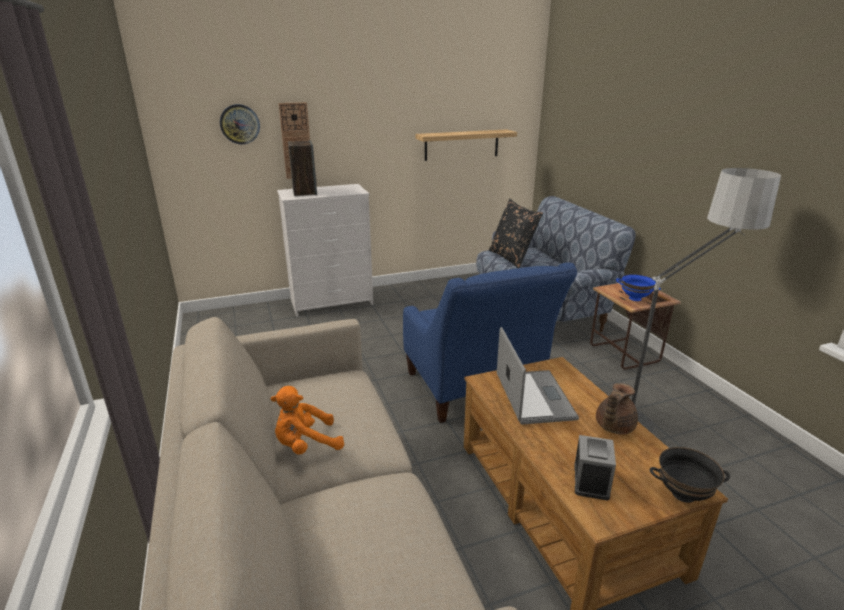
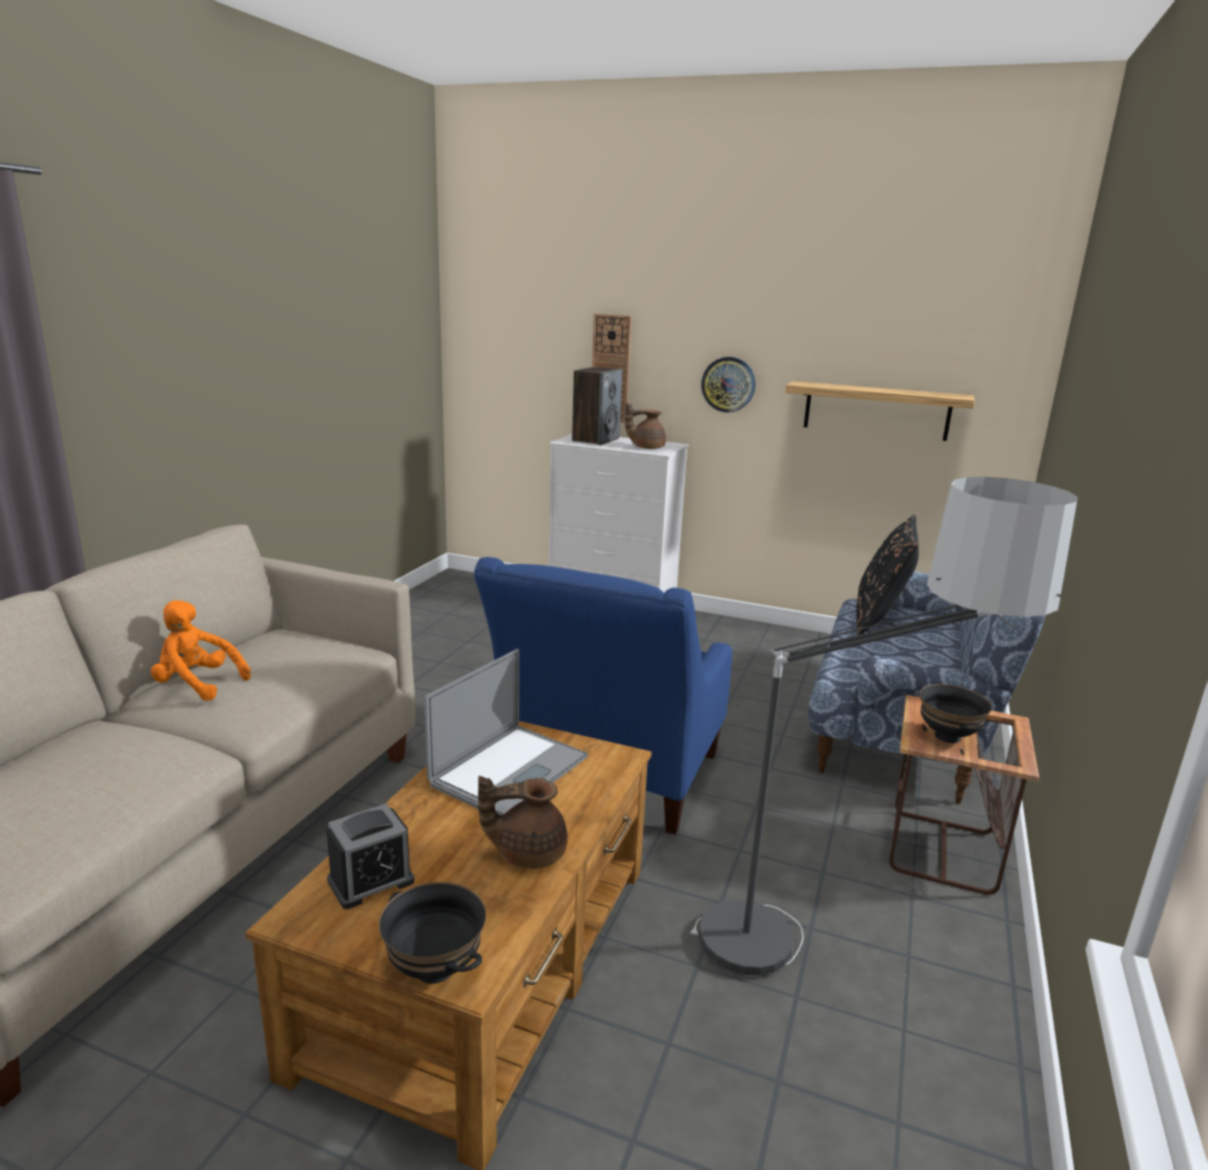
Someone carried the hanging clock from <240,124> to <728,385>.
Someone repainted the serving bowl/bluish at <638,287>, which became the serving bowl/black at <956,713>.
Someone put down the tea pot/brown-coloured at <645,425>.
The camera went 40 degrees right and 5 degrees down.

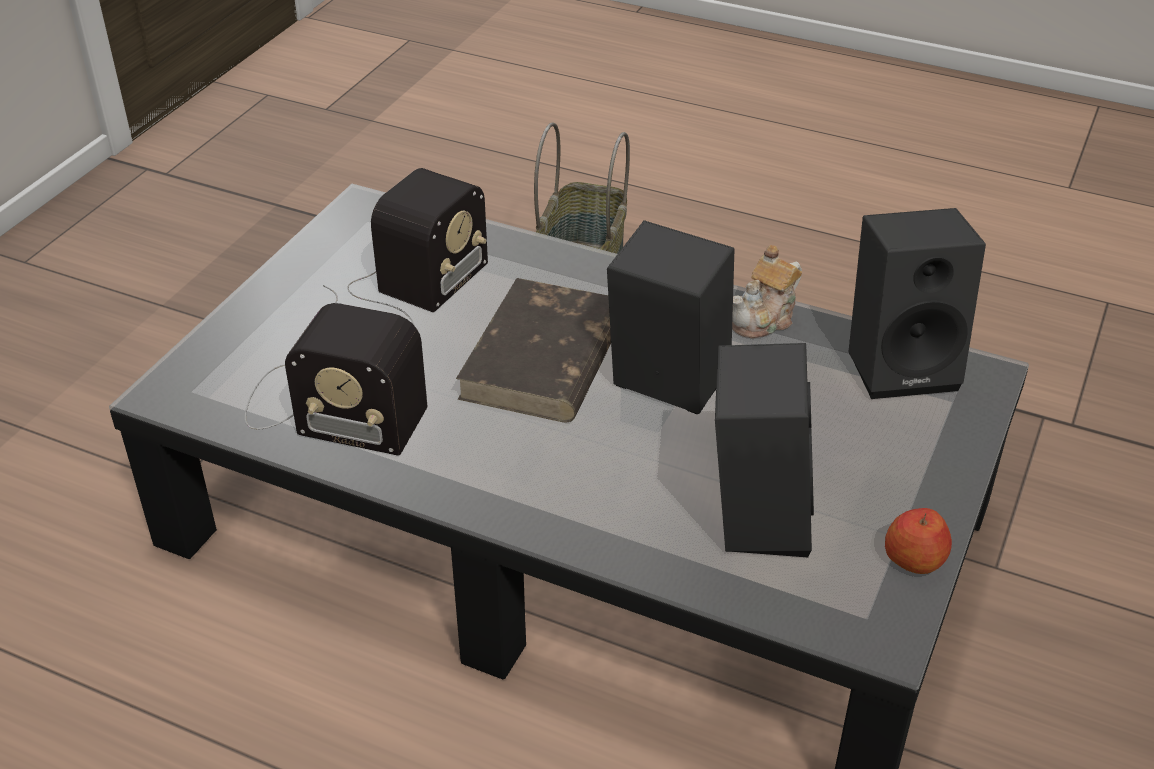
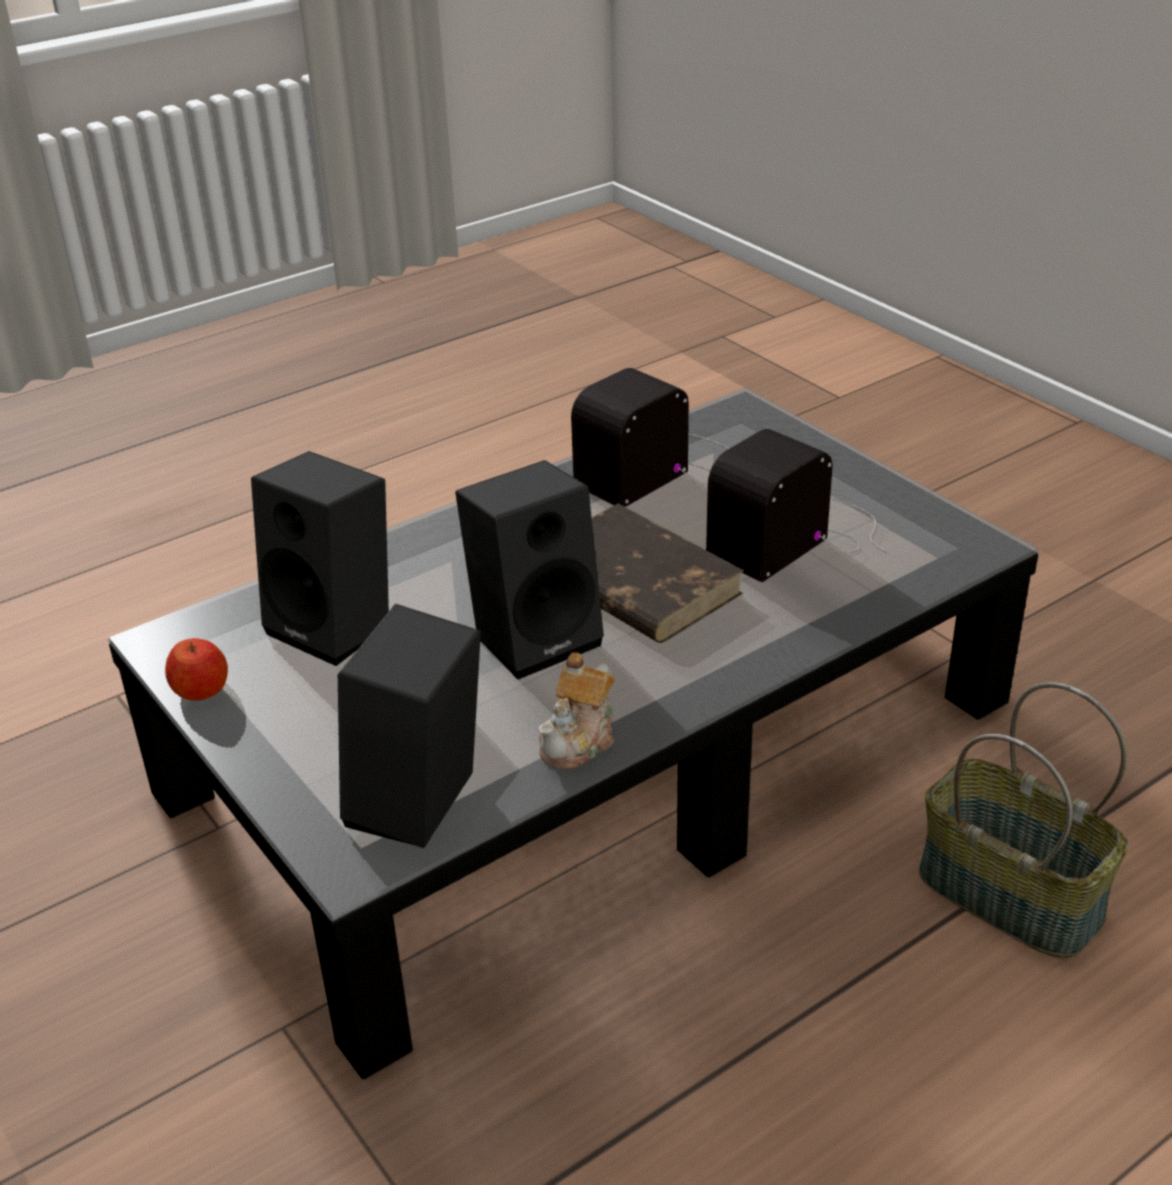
Someone rotated the radio at <405,247> by 75 degrees clockwise.
Someone rotated the tea pot at <767,292> by 135 degrees counterclockwise.
The camera went 120 degrees right and 5 degrees down.

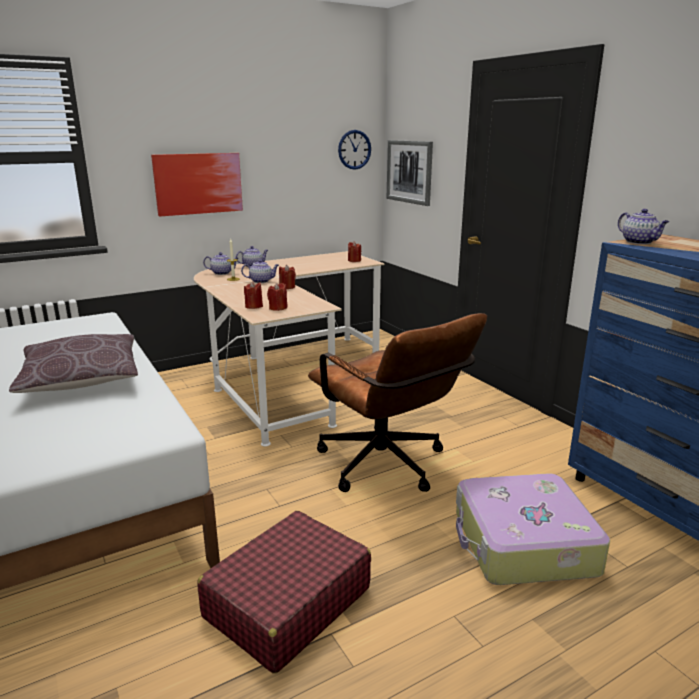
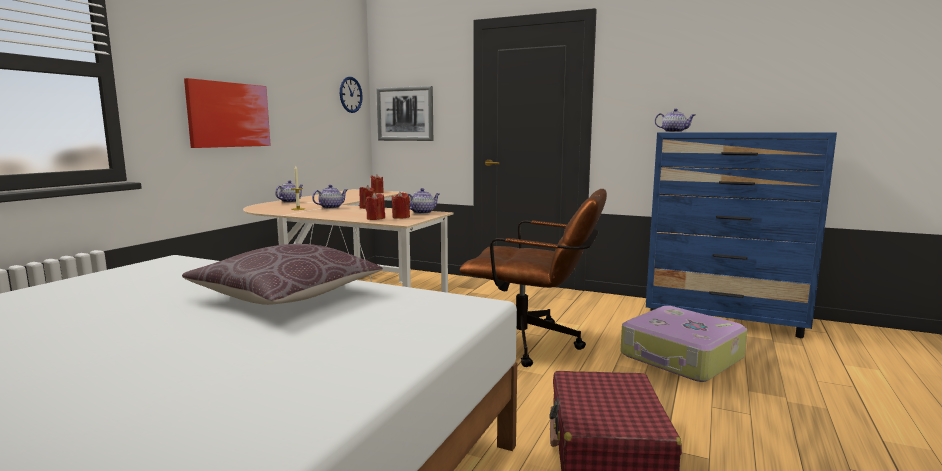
Someone carried the tea pot from <221,263> to <424,201>.
The camera went 35 degrees left and 10 degrees down.

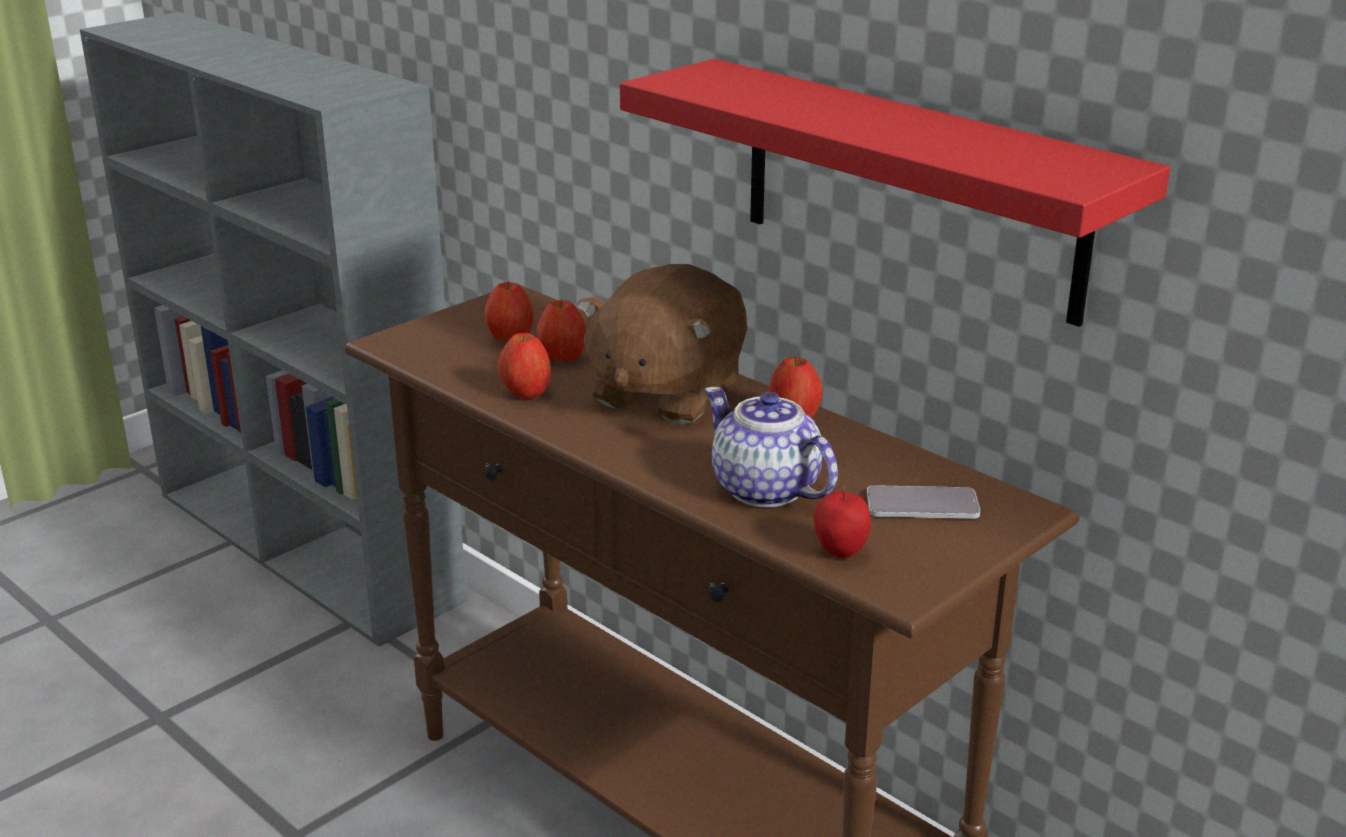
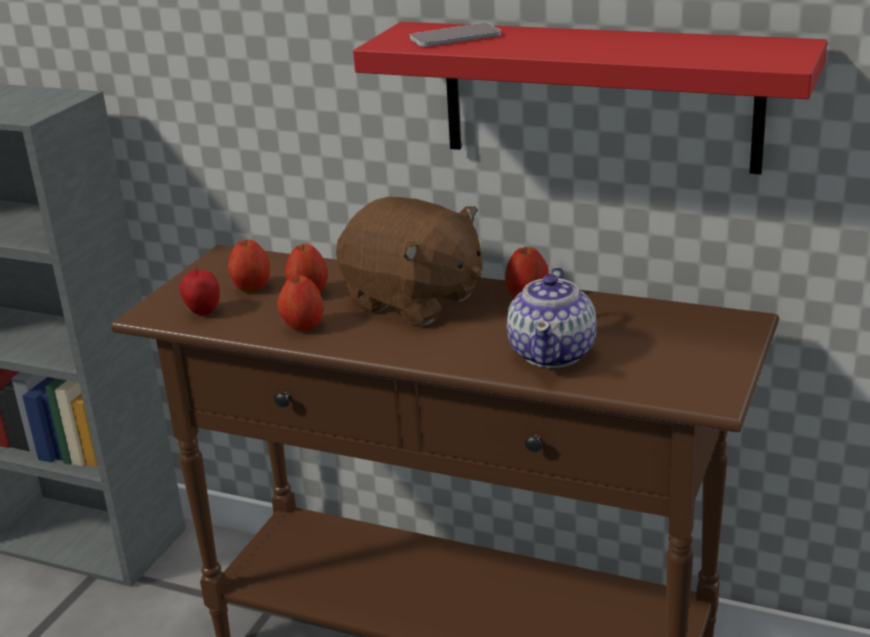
Someone rotated the soft toy/brown-coloured at <662,344> by 60 degrees counterclockwise.
Someone rotated the tea pot at <771,447> by 105 degrees counterclockwise.
Someone carried the apple from <842,521> to <199,289>.
Someone carried the phone from <923,502> to <455,35>.
The camera went 20 degrees left and 0 degrees up.

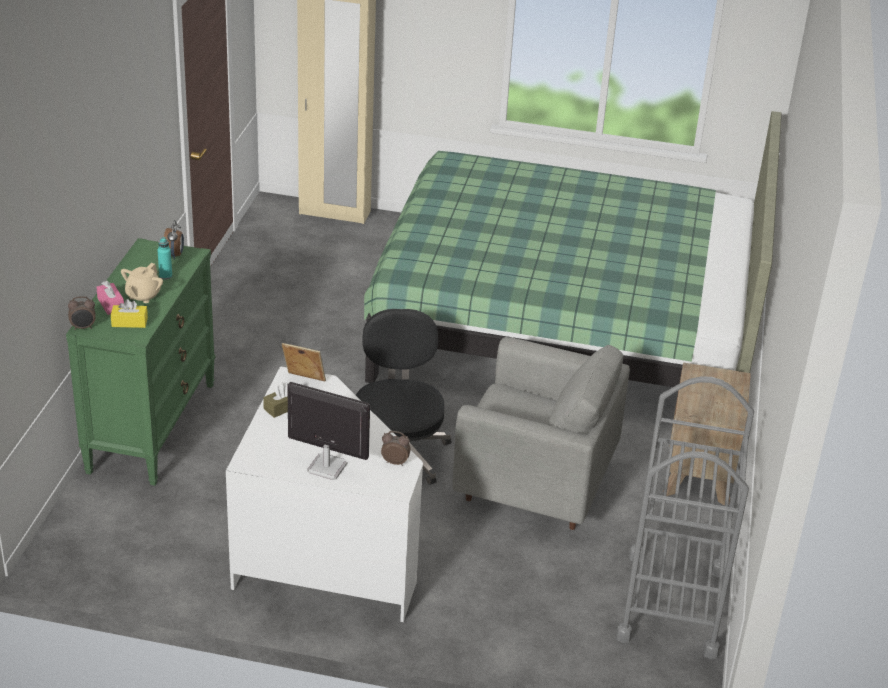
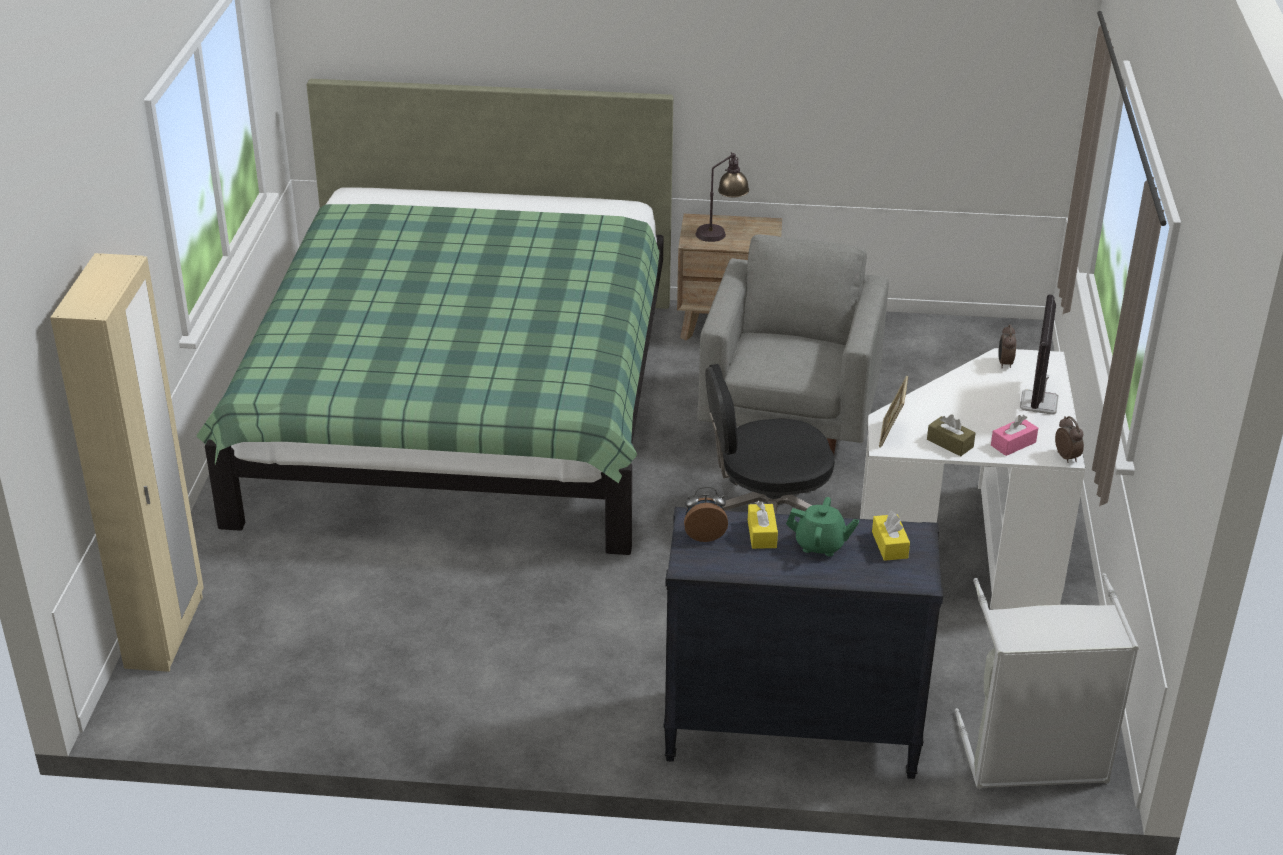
Someone repainted the chest of drawers/greenish at <140,362>, which became the chest of drawers/black at <803,643>.
Someone carried the alarm clock from <82,313> to <1069,439>.
Someone carried the box of tissues/pinkish from <110,298> to <1014,435>.
Someone repainted the tea pot/beige-coloured at <142,283>, which became the tea pot/greenish at <822,526>.
Someone swapped the beverage bottle/turquoise-coloured at <164,258> for the box of tissues/yellow-coloured at <763,525>.
Someone took away the cart/greyish at <685,517>.
Someone put down the tabletop lamp at <722,197>.
Someone put down the washing basket/greyish at <1047,681>.
The camera went 95 degrees left and 0 degrees up.

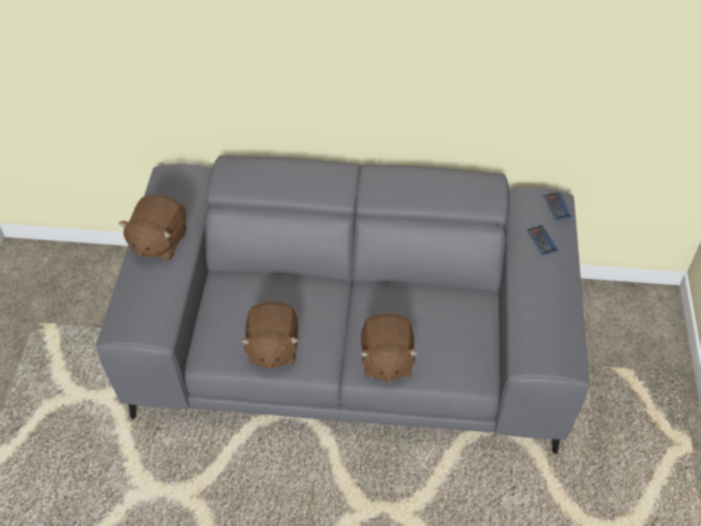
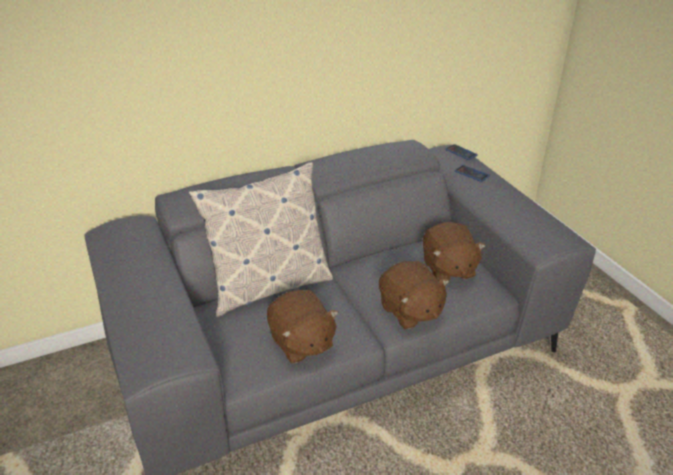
Someone carried the soft toy/brown-coloured from <153,227> to <454,251>.
Someone put down the pillow at <261,239>.
The camera went 30 degrees left and 15 degrees down.

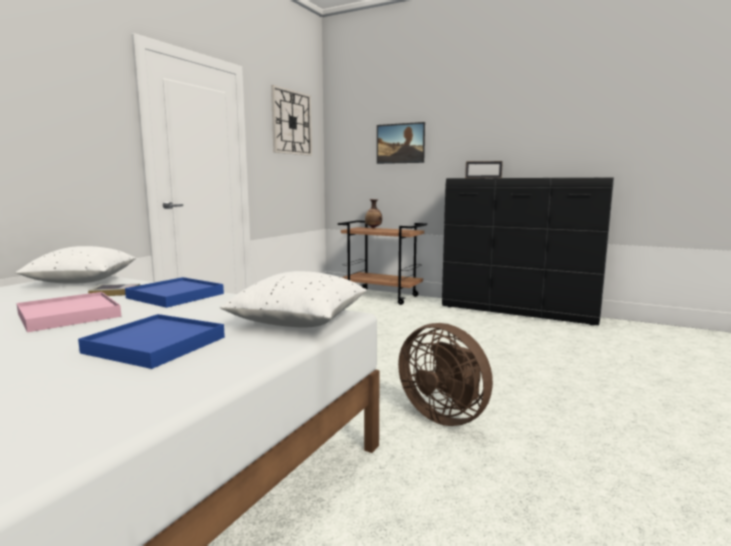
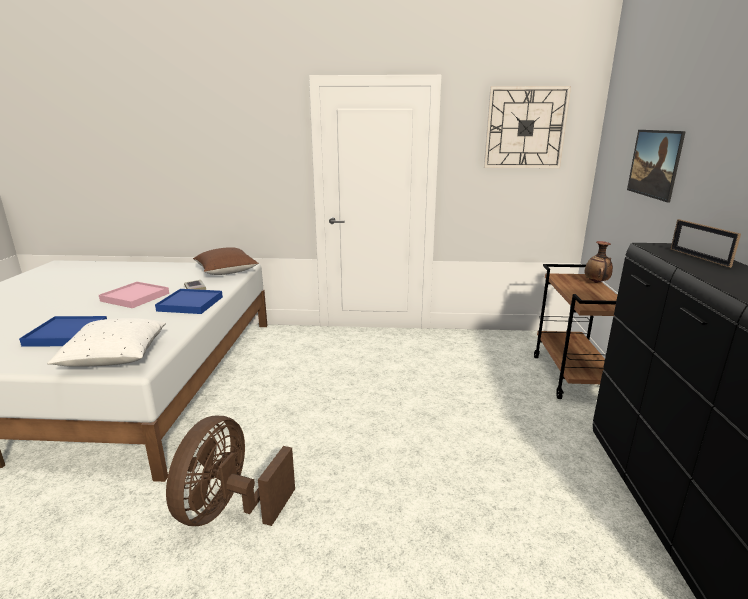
Someone repainted the pillow/white-coloured at <75,265>, which became the pillow/brown-coloured at <226,261>.
The camera went 65 degrees right and 10 degrees up.

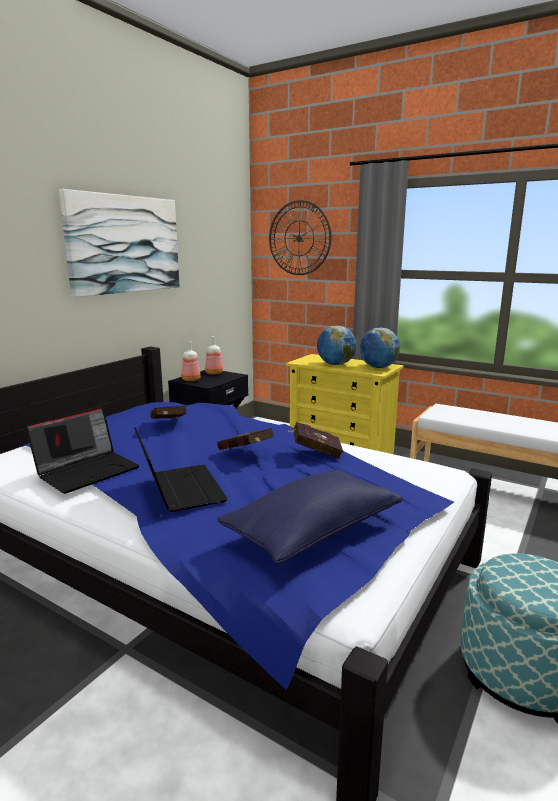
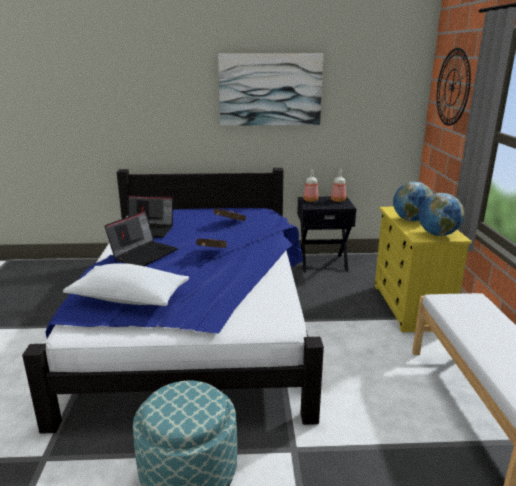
Someone repainted the pillow/bluish at <309,517>, which became the pillow/white-coloured at <126,284>.
Someone took away the book/reddish at <315,440>.
The camera went 55 degrees right and 5 degrees up.

